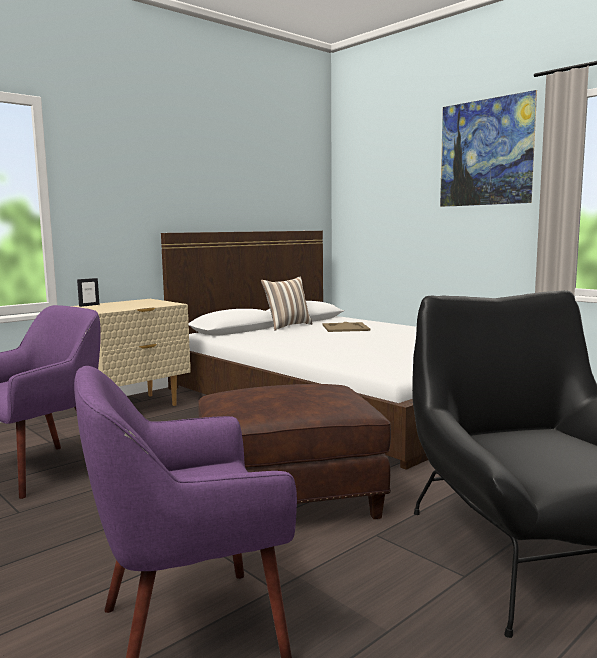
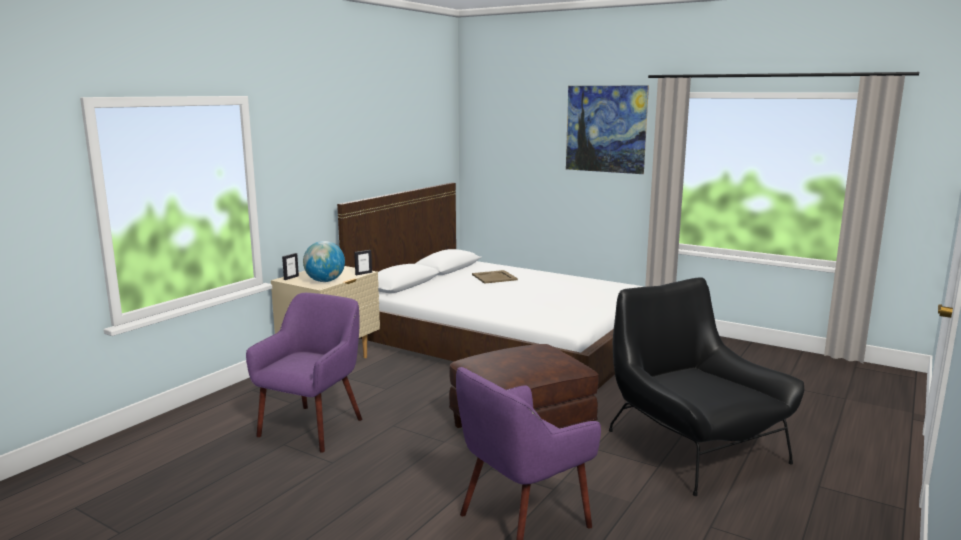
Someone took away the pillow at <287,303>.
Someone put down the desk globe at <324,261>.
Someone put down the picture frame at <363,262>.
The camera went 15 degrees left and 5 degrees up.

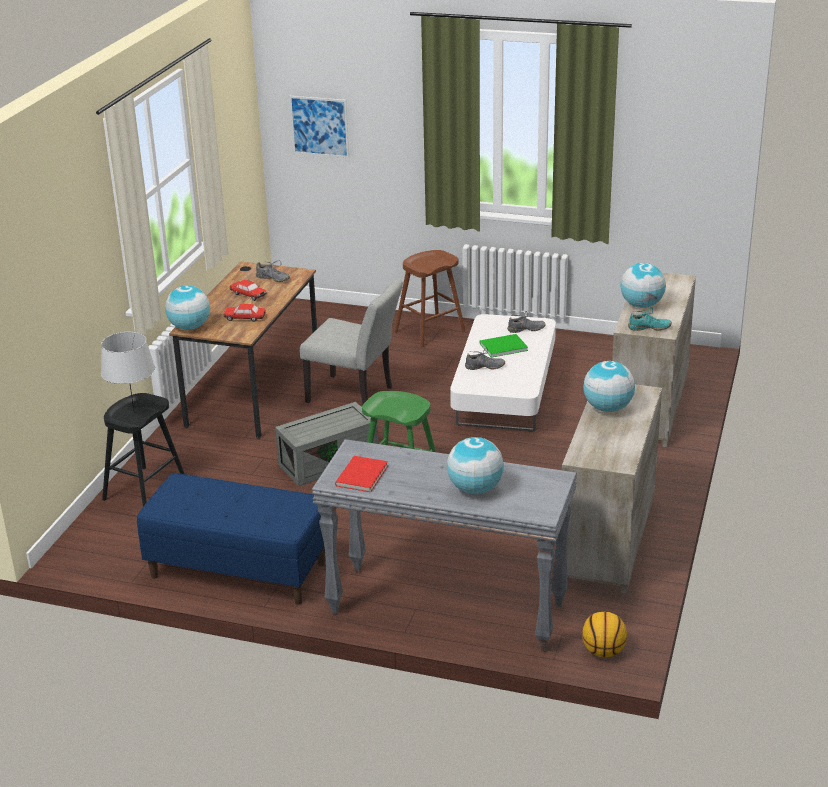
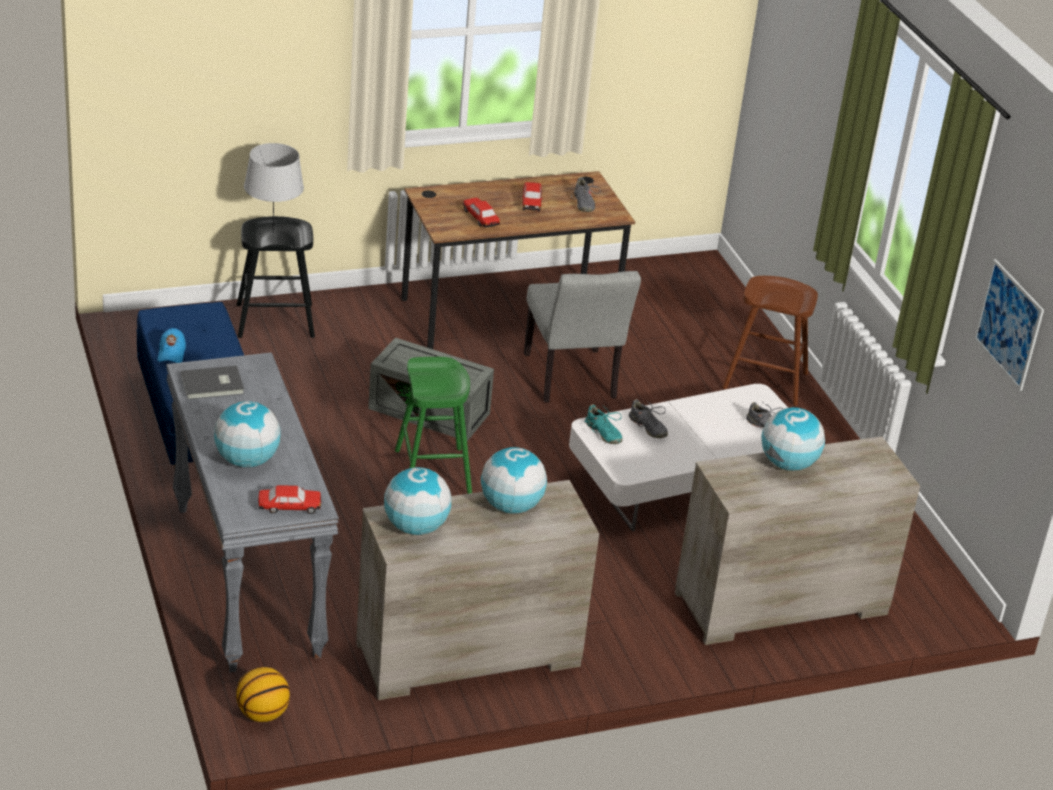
Someone carried the desk globe from <187,307> to <417,501>.
Someone carried the wall art from <319,127> to <1009,325>.
Someone repainted the book/reddish at <361,474>, which became the book/greyish at <212,382>.
Someone took away the book/greenish at <503,346>.
Someone carried the low shoe/turquoise-coloured from <650,319> to <603,424>.
Someone put down the cap/bluish at <171,345>.
Someone put down the toy car at <290,499>.
The camera went 50 degrees right and 5 degrees up.

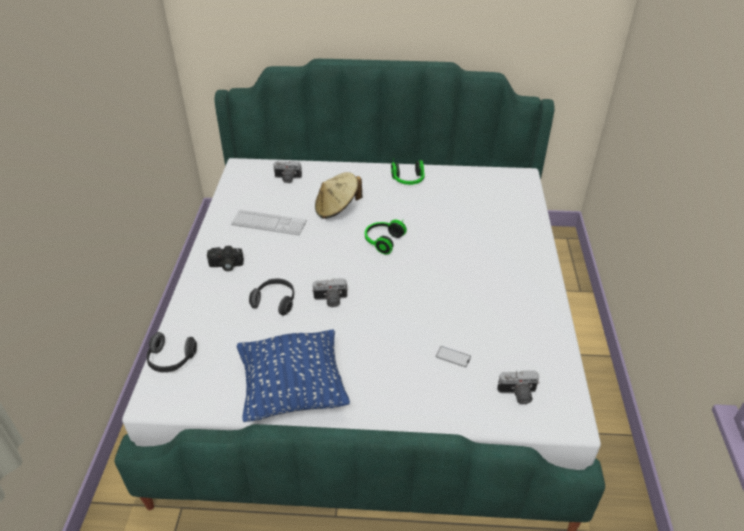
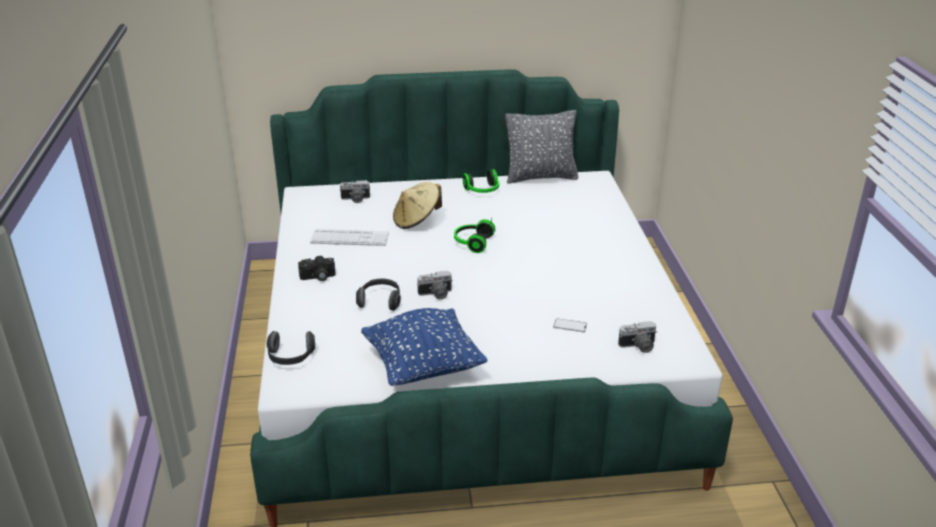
Someone put down the pillow/greyish at <541,147>.
The camera went 10 degrees left and 10 degrees down.

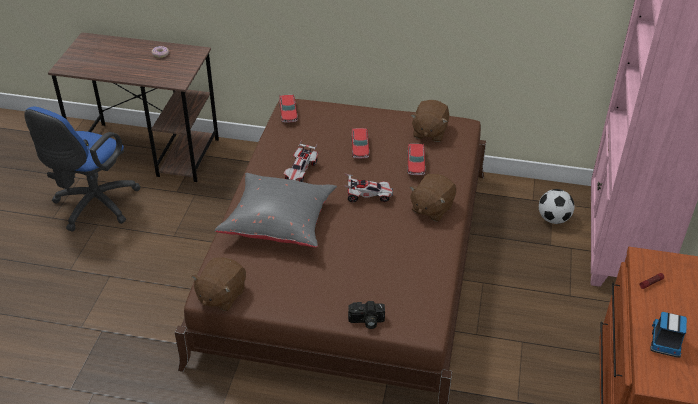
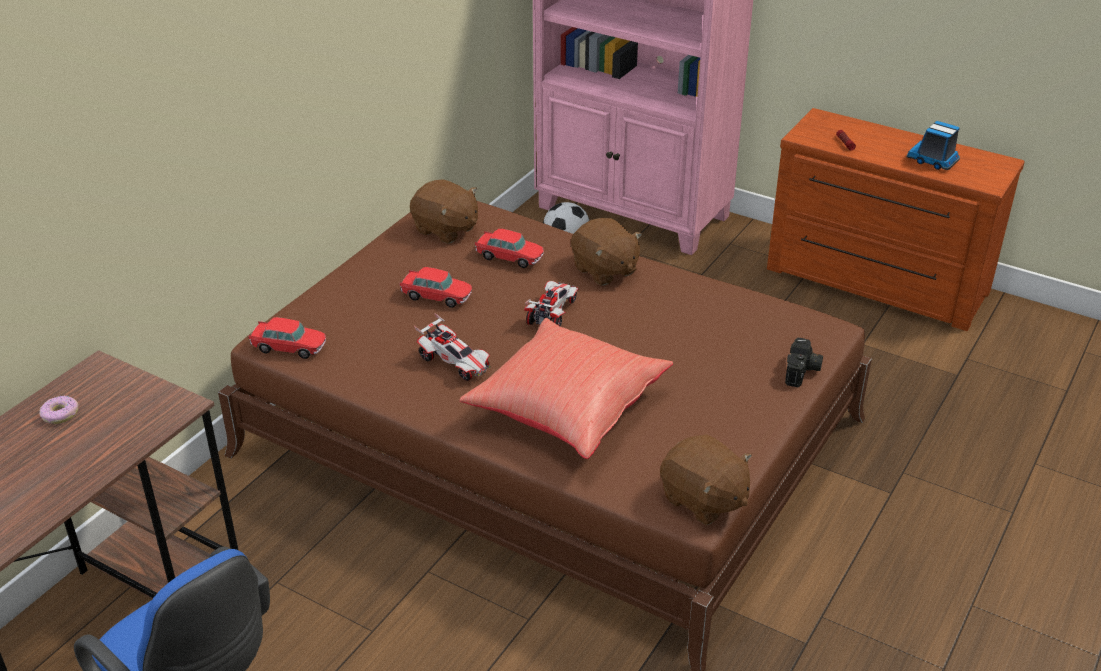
Someone repainted the pillow/greyish at <276,210>, which became the pillow/reddish at <566,388>.
The camera went 70 degrees left and 5 degrees down.

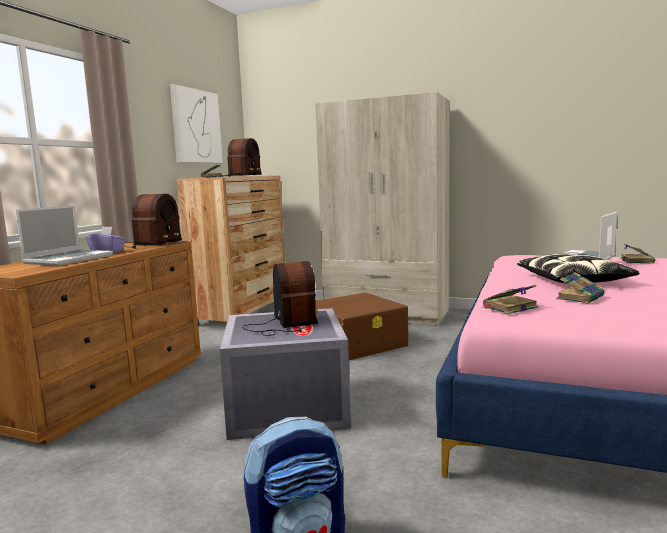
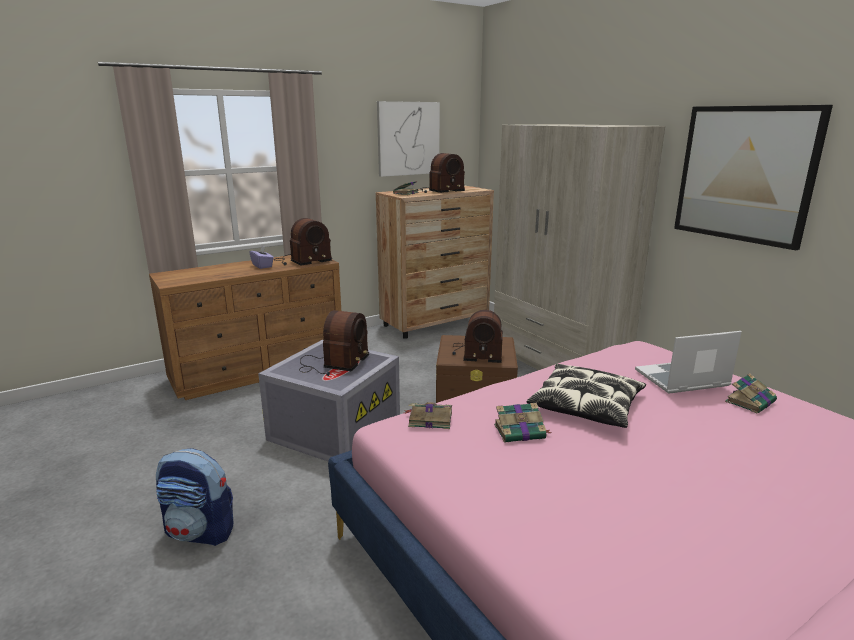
Someone took away the laptop at <64,235>.
Someone put down the radio at <477,336>.
Someone put up the wall art at <753,177>.
The camera went 35 degrees right and 10 degrees up.

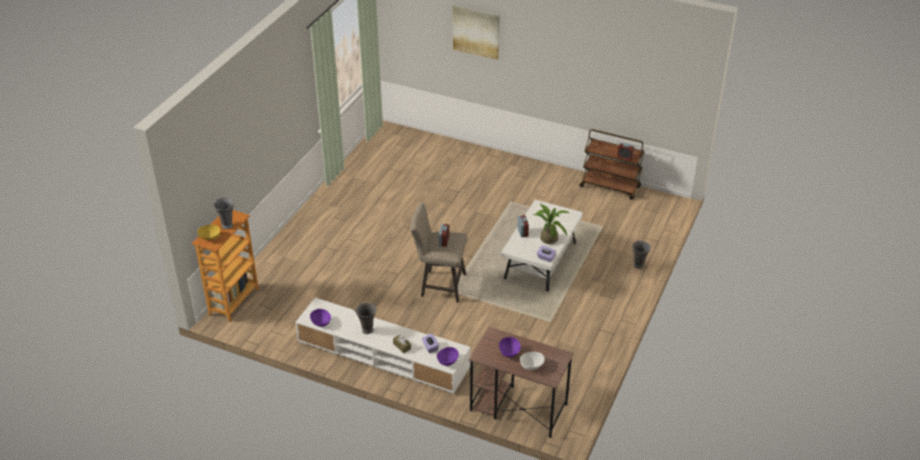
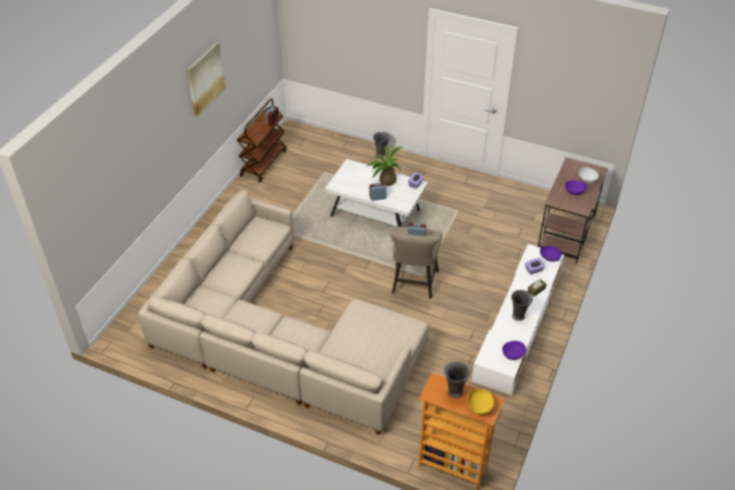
Someone carried the wall art from <476,32> to <206,79>.
Someone put down the sofa/beige-coloured at <283,312>.
The camera went 90 degrees left and 5 degrees up.

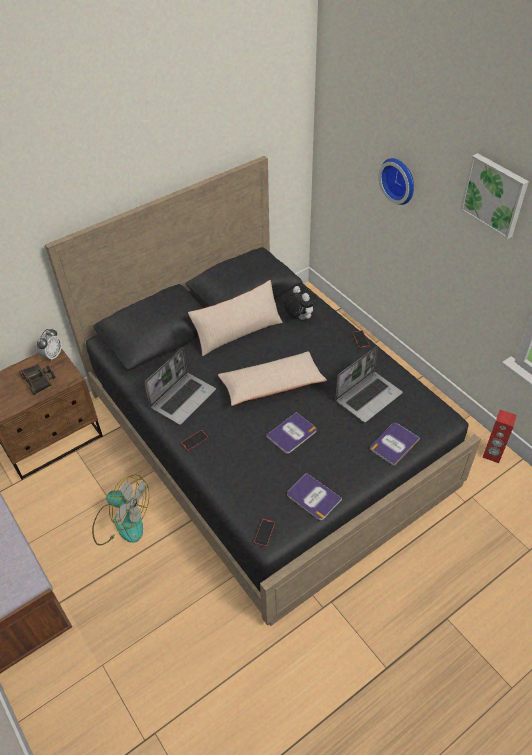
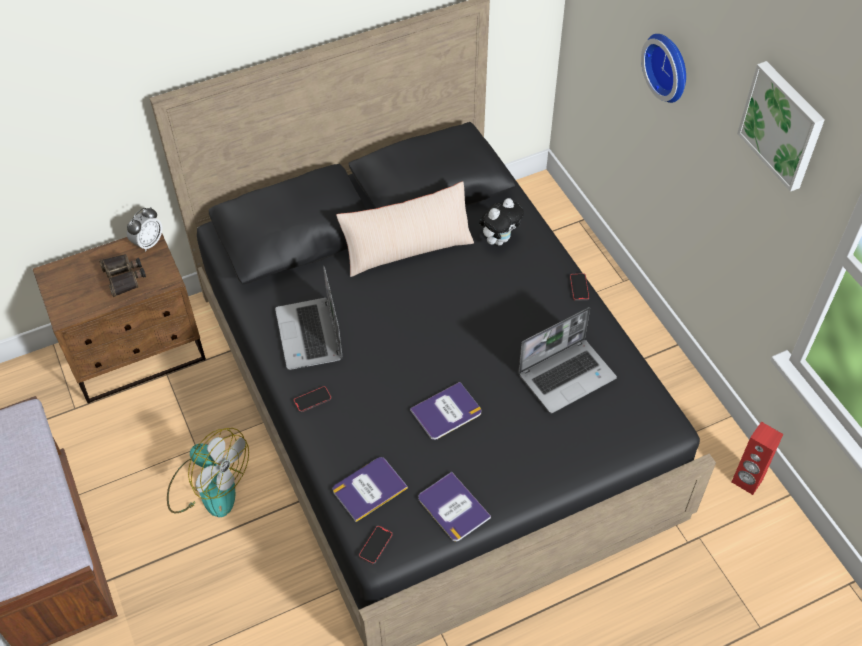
Someone rotated the laptop at <180,386> by 120 degrees clockwise.
Someone took away the pillow/beige-coloured at <272,378>.
Someone rotated the soft toy at <300,303> by 75 degrees clockwise.
Someone carried the book from <395,444> to <370,489>.
The camera went 10 degrees right and 5 degrees up.

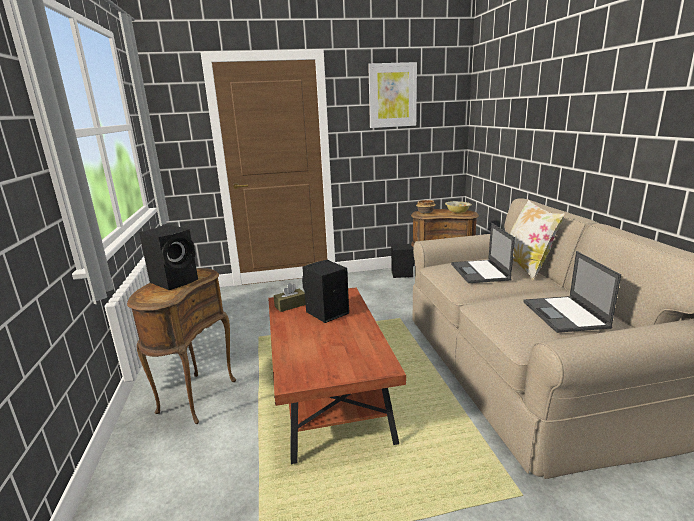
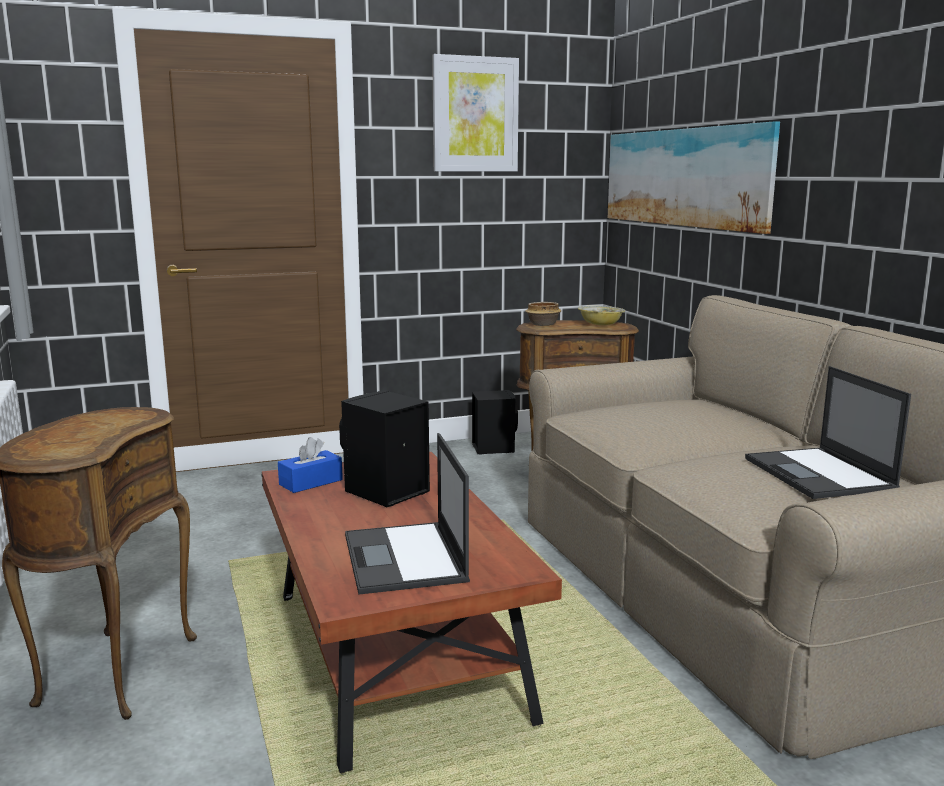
Someone took away the audio speaker/black at <168,257>.
Someone repainted the box of tissues/brown-coloured at <290,297>, which became the box of tissues/bluish at <310,465>.
Someone carried the laptop from <483,253> to <407,514>.
Someone took away the pillow at <537,240>.
Someone put up the wall art at <694,177>.
The camera went 10 degrees left and 5 degrees down.

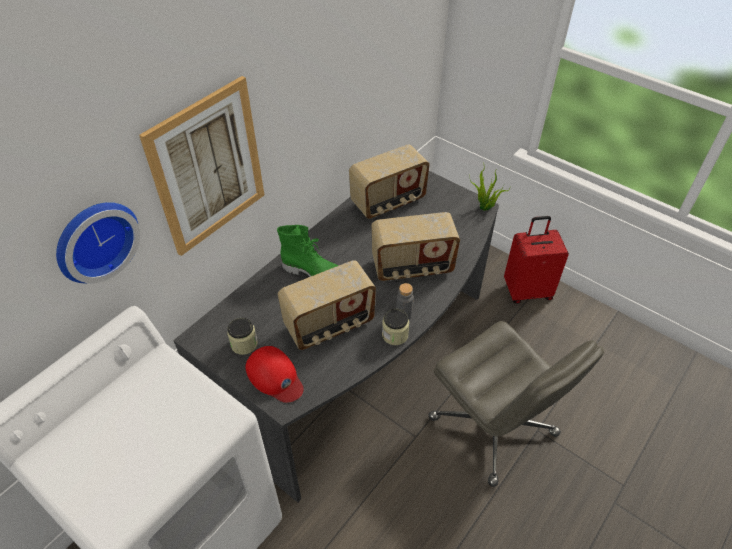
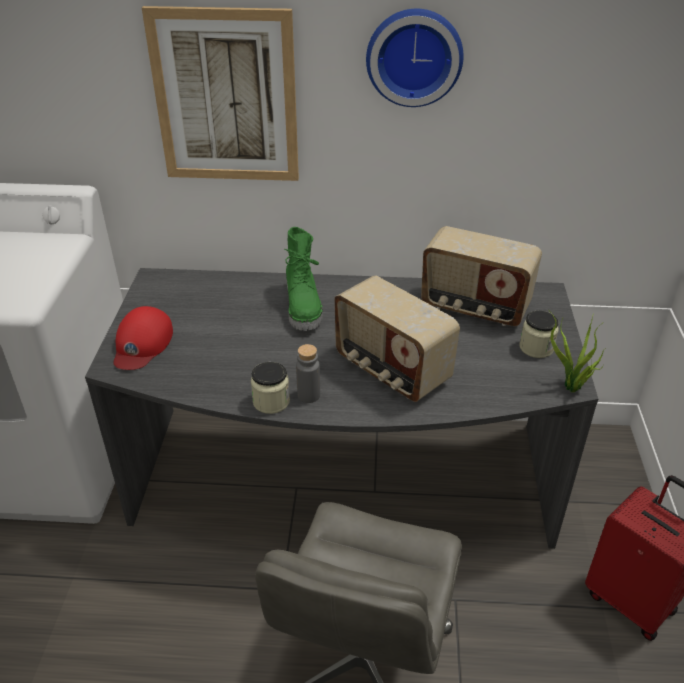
Someone carried the hanging clock from <98,242> to <414,58>.
Someone carried the preserve jar from <243,336> to <539,334>.
Someone took away the radio at <326,305>.
The camera went 55 degrees right and 10 degrees down.

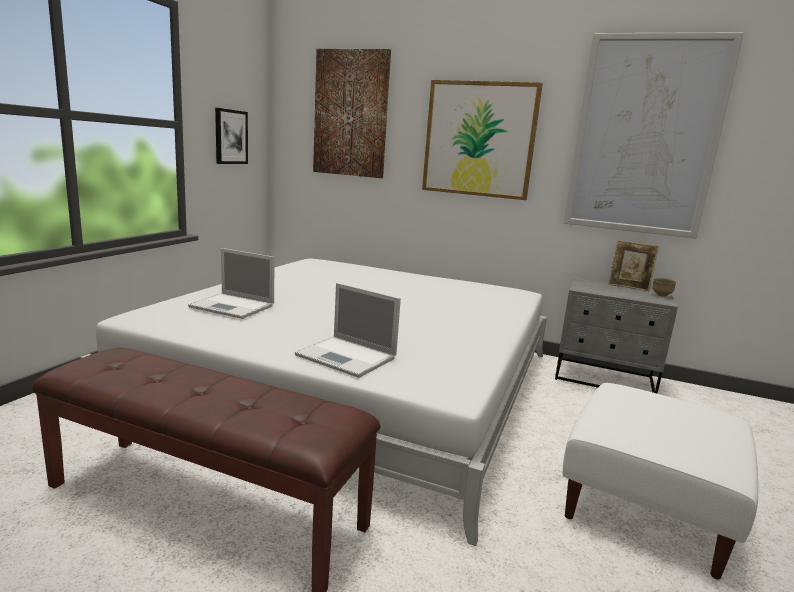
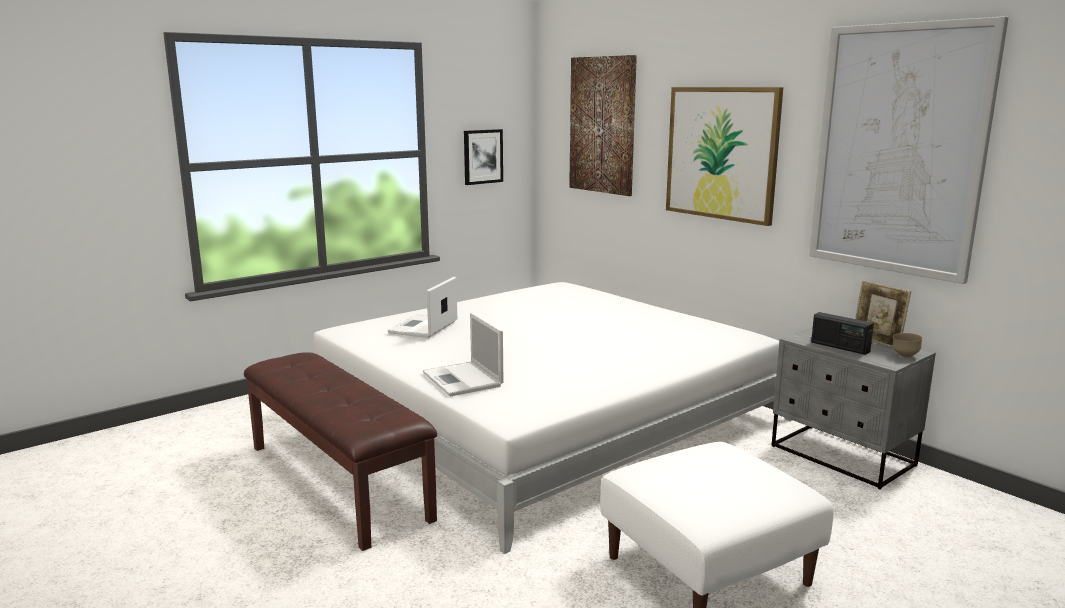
Someone rotated the laptop at <231,283> by 60 degrees clockwise.
Someone put down the radio at <842,333>.
The camera went 30 degrees right and 0 degrees up.

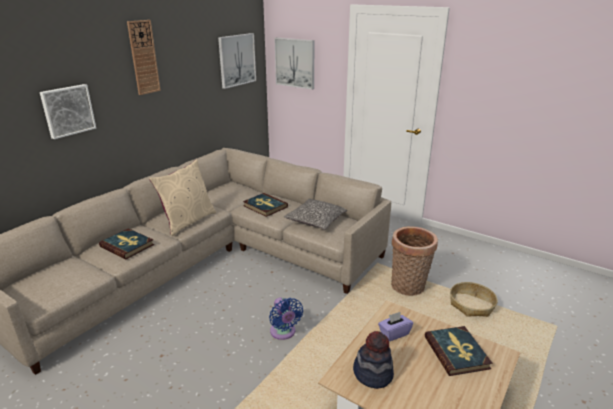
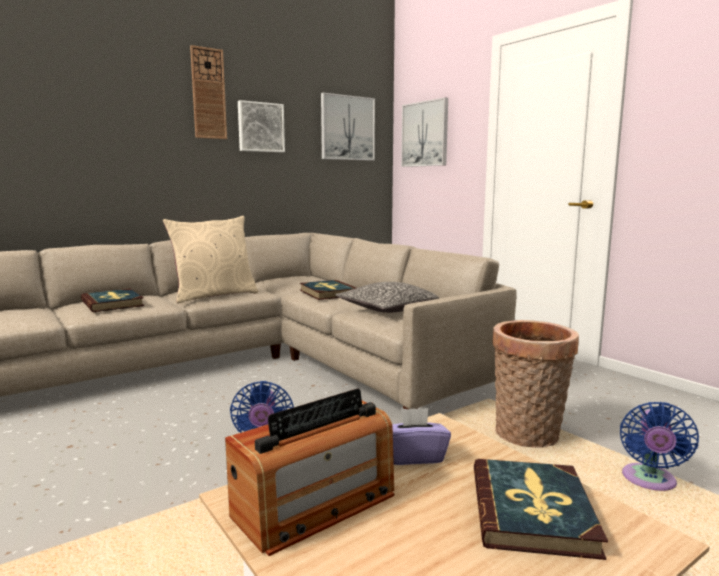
Someone carried the wall art from <68,111> to <261,126>.
Someone swapped the hat at <373,360> for the radio at <309,472>.
Someone swapped the basket at <474,299> for the fan/bluish at <659,446>.
The camera went 20 degrees right and 15 degrees down.

